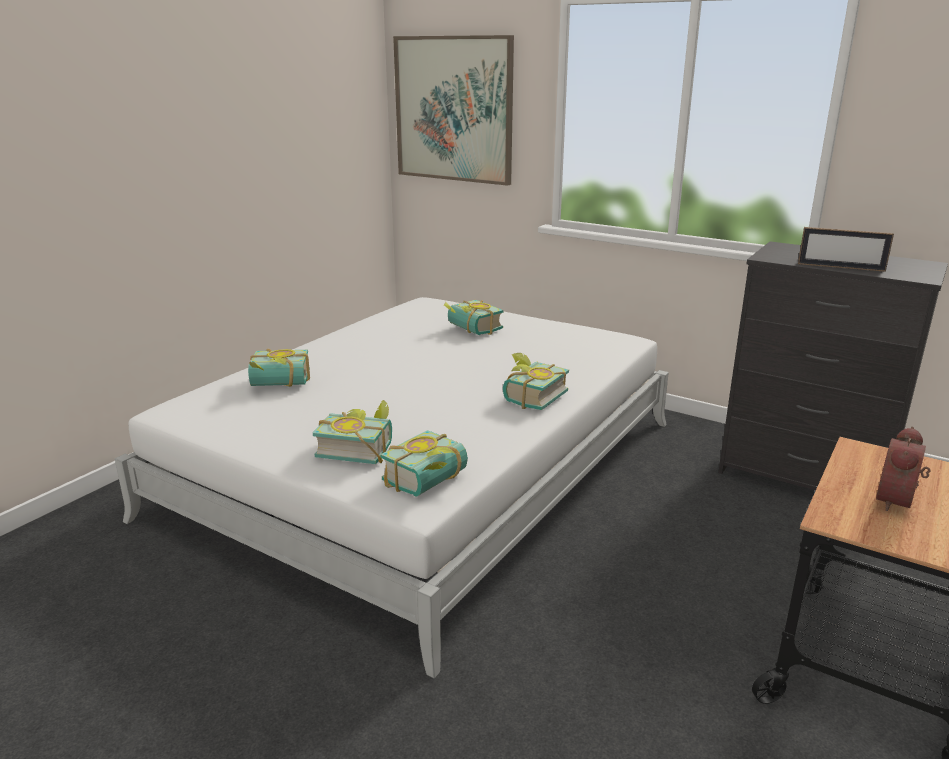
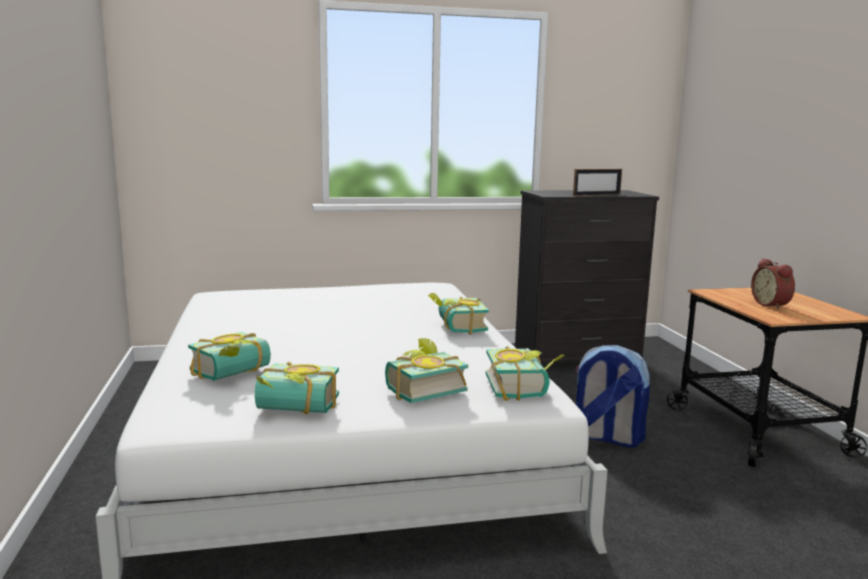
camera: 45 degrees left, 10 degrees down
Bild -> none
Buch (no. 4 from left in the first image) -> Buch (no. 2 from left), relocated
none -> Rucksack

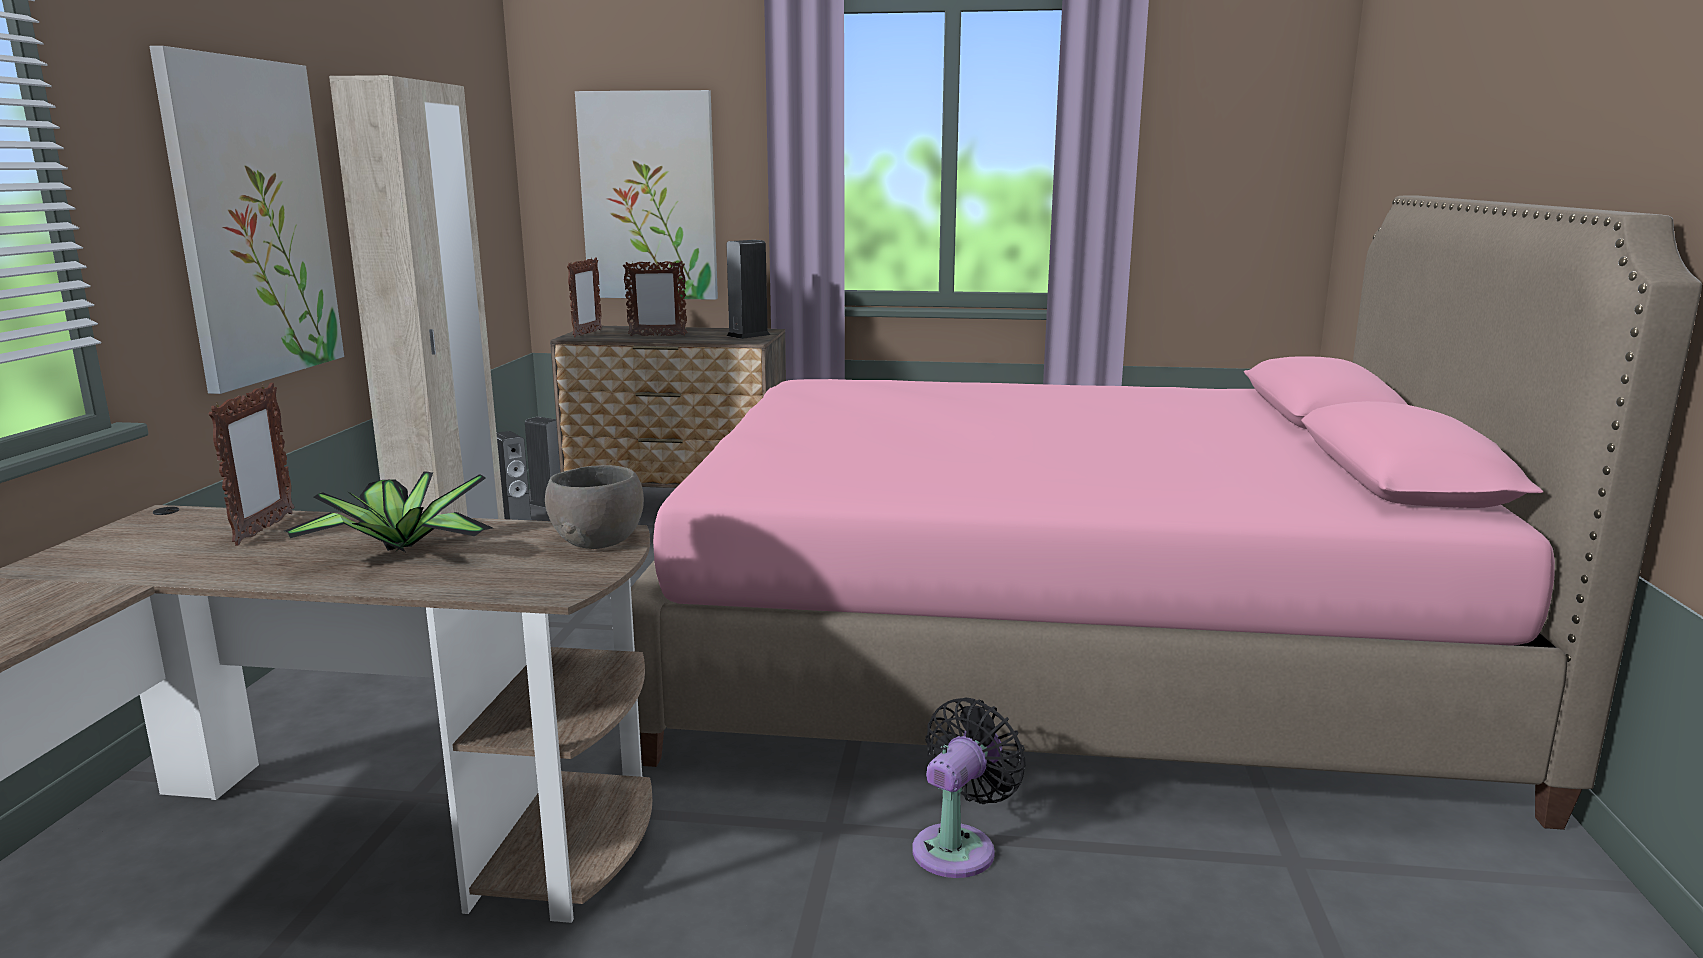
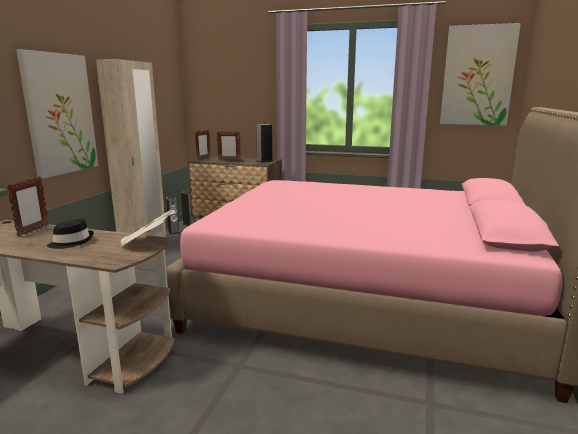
camera: 10 degrees right, 0 degrees up
Topfpflanze -> Hut (schwarz)
Schüssel (grau) -> Zeitung
Bild (no. 2 from left), relocated
Ventilator (schwarz) -> none

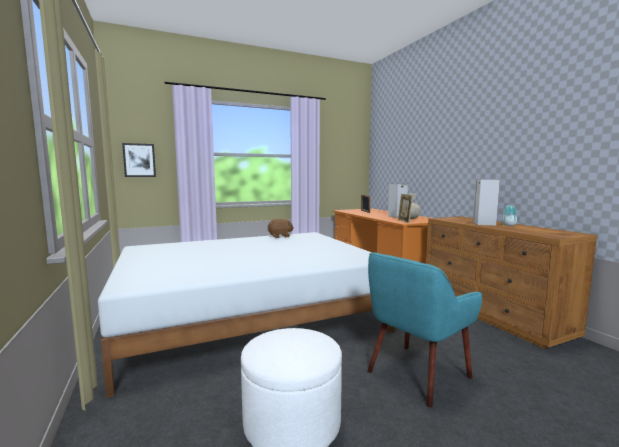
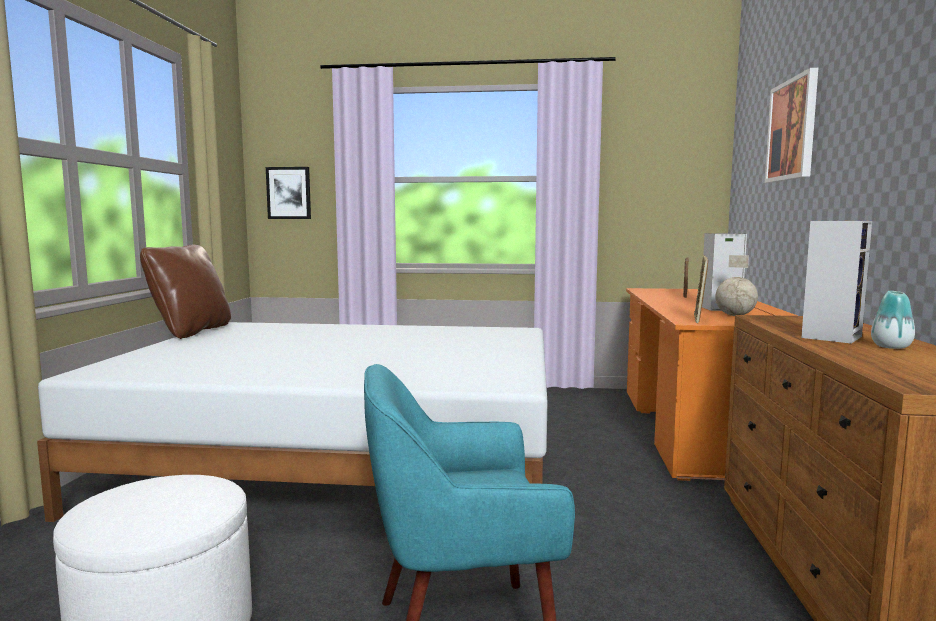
camera: 30 degrees right, 0 degrees up
Plüschtier (braun) -> none
none -> Kissen (braun)
none -> Bild (no. 2 from left)

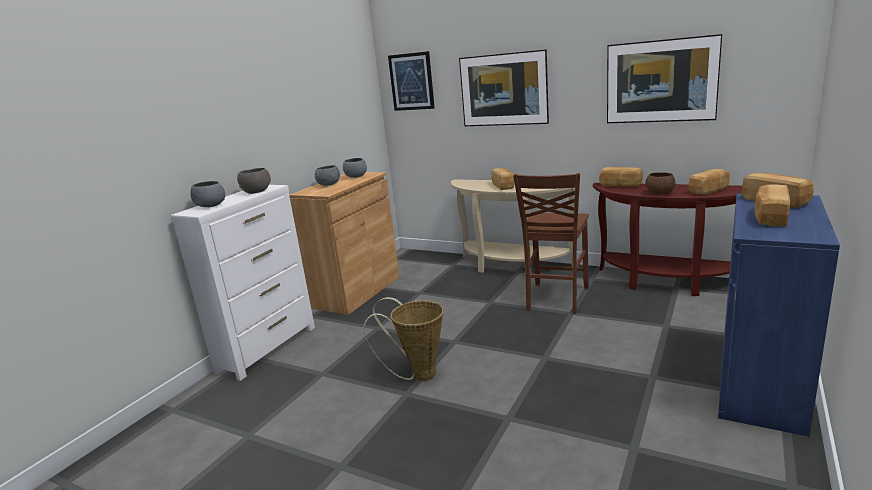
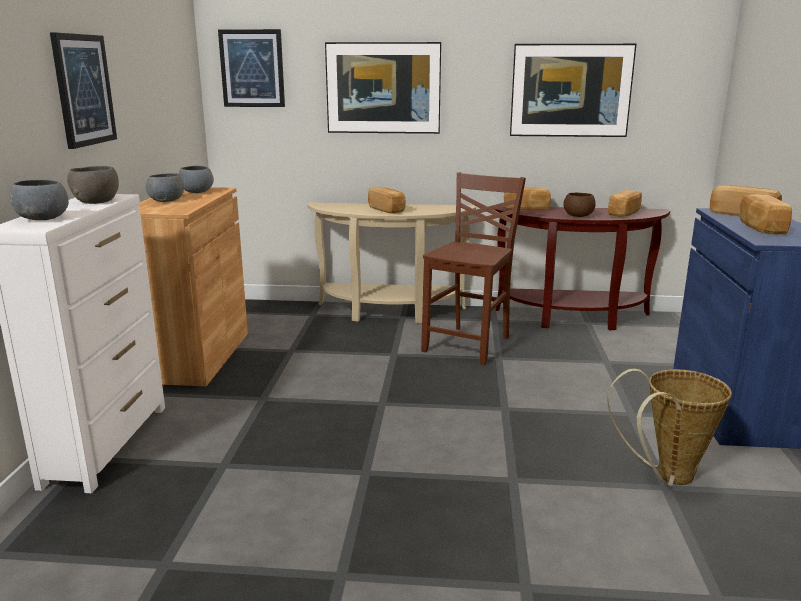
camera: 25 degrees left, 0 degrees up
Korb, relocated
Stuhl (braun), 150 degrees counterclockwise
none -> Bild (no. 1 from left)

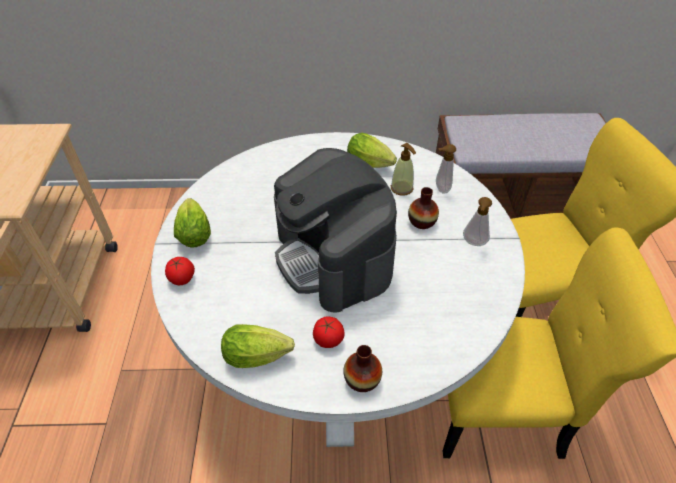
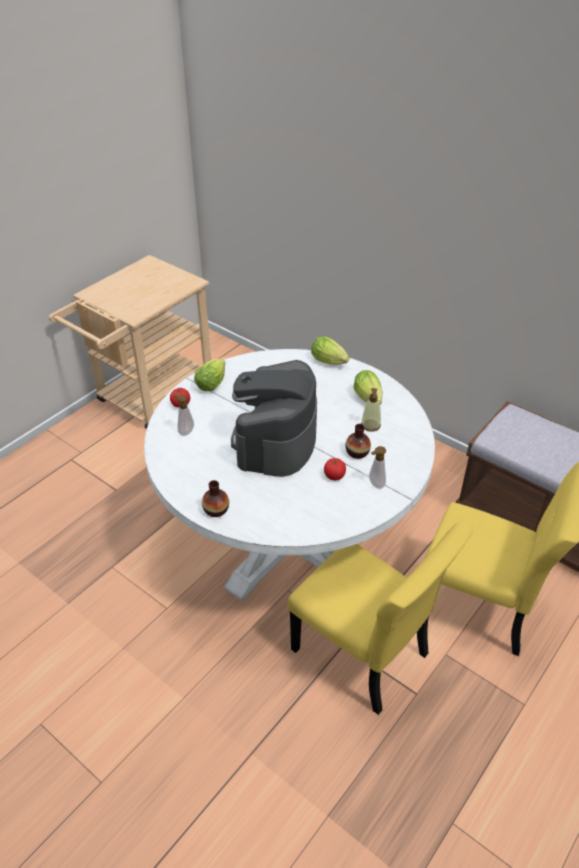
camera: 40 degrees right, 5 degrees down
Salatkopf (no. 2 from left), relocated
Tomate (no. 2 from left), relocated
Seifenspender (no. 2 from left in the first image) -> Seifenspender (no. 1 from left), relocated

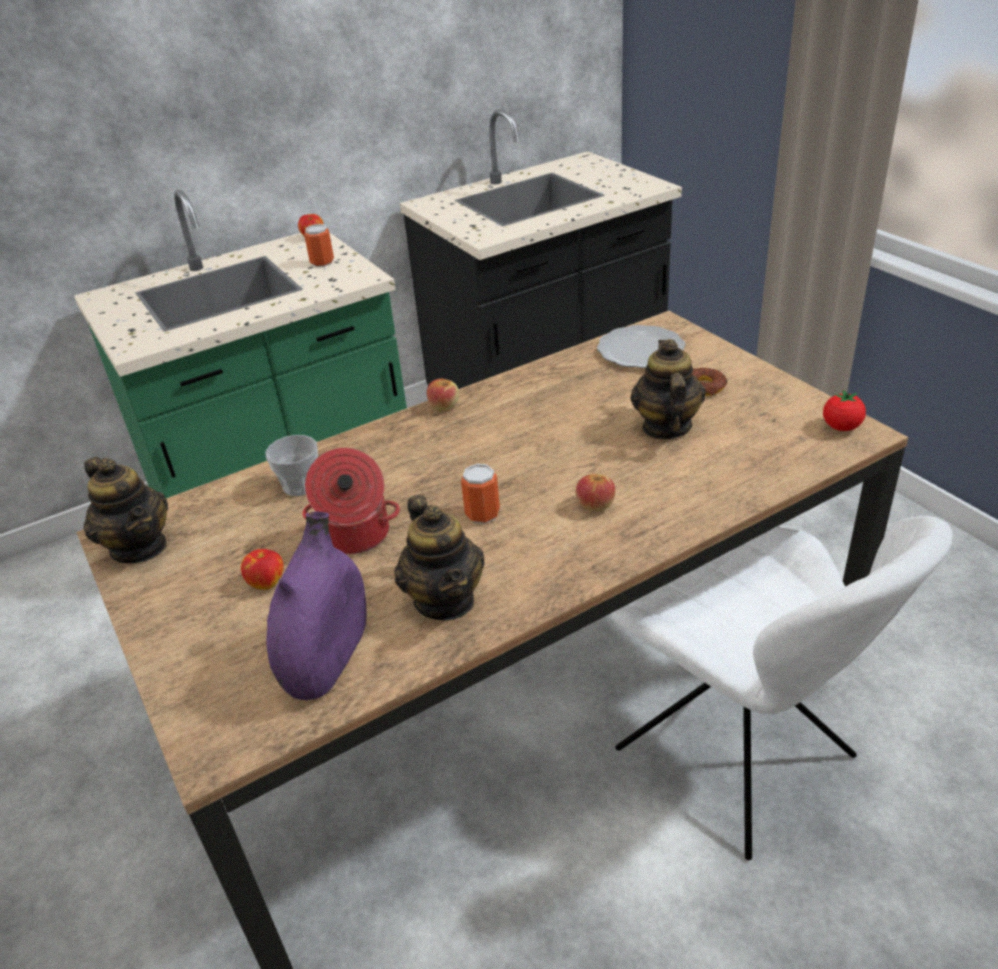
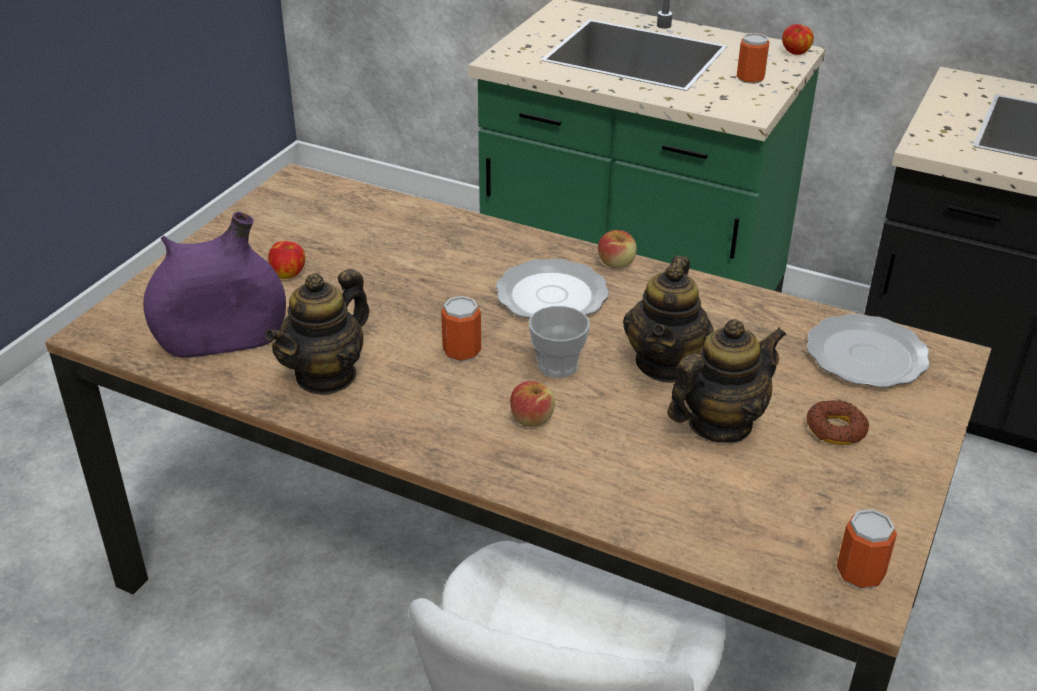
camera: 55 degrees right, 0 degrees up
Teekanne (no. 1 from left in the first image) -> Teekanne (no. 2 from left), relocated
Tasse, relocated
Kochtopf -> none
Tomate -> Dose (no. 3 from left)
none -> Teller (no. 1 from left)

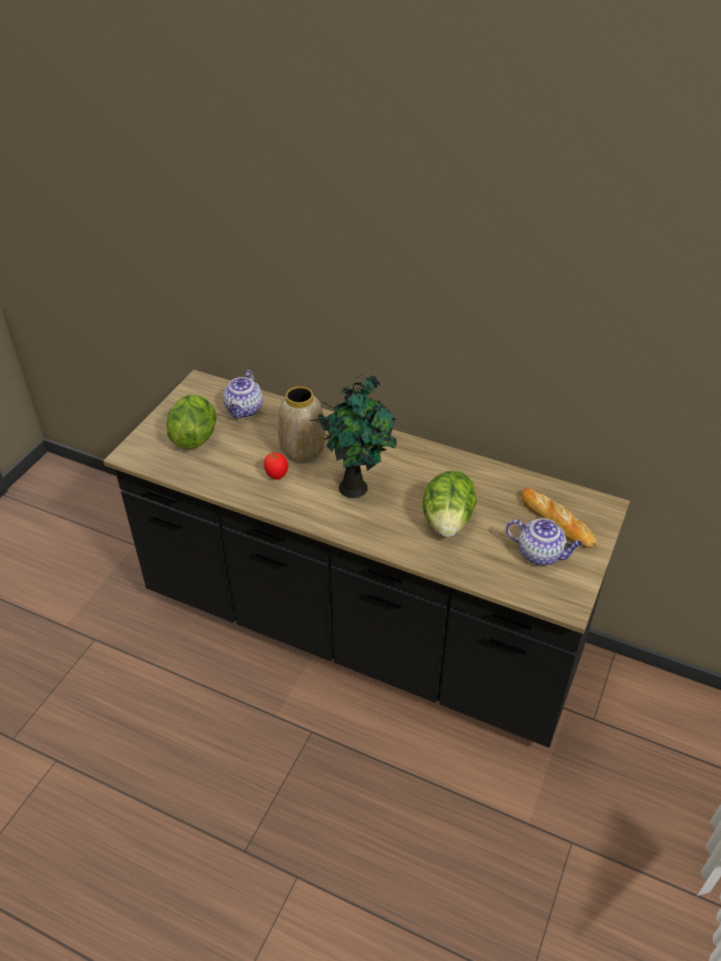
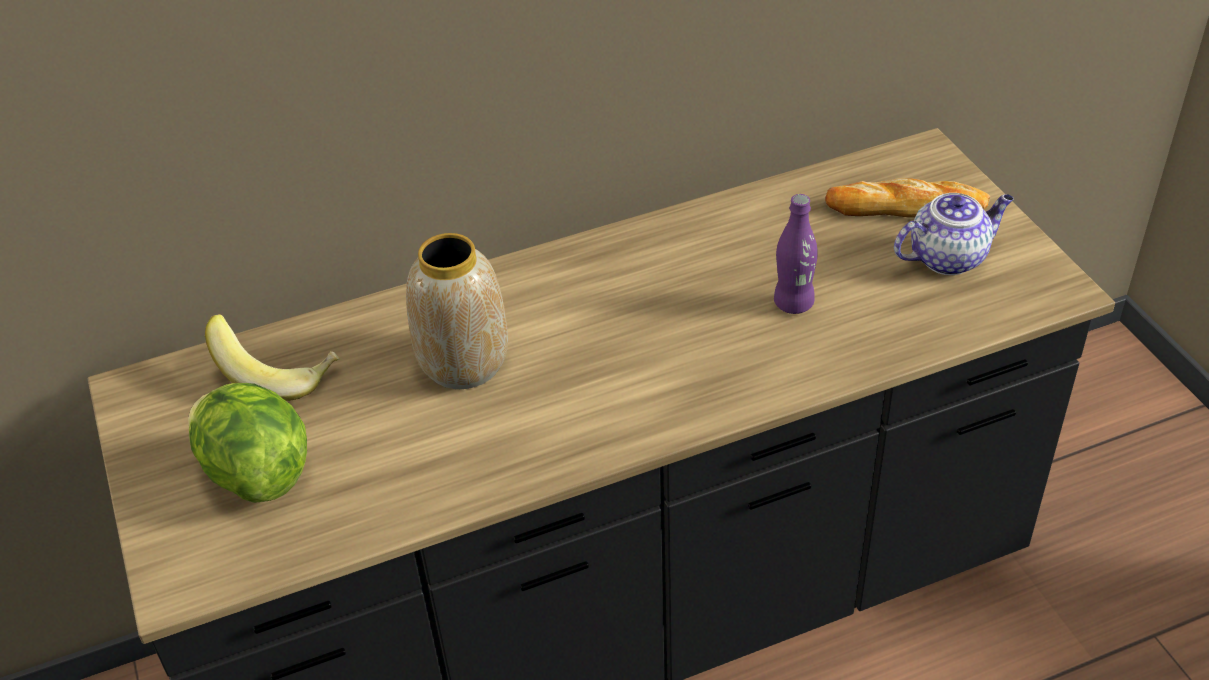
camera: 45 degrees left, 0 degrees up
Teekanne (no. 1 from left) -> Banane
Tomate -> none
Topfpflanze -> none
Salatkopf (no. 2 from left) -> Flasche (lila)

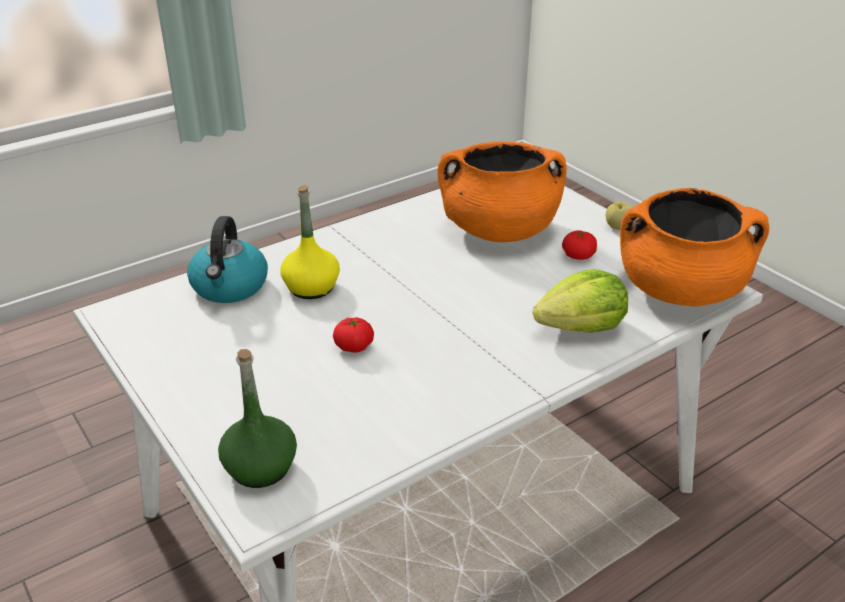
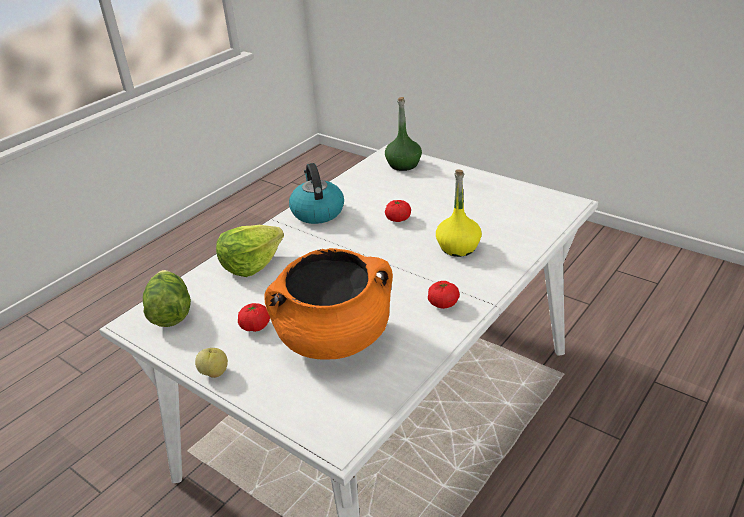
camera: 165 degrees right, 0 degrees up
Wasserkessel, relocated
Kochtopf (orange) (no. 2 from left) -> Salatkopf (no. 1 from left)
none -> Tomate (no. 3 from left)

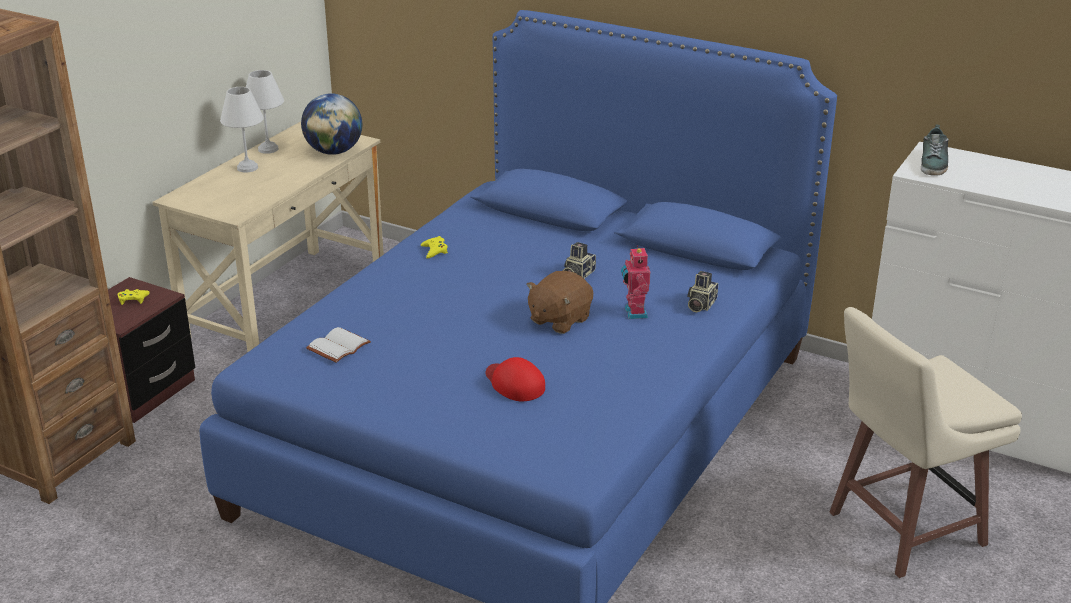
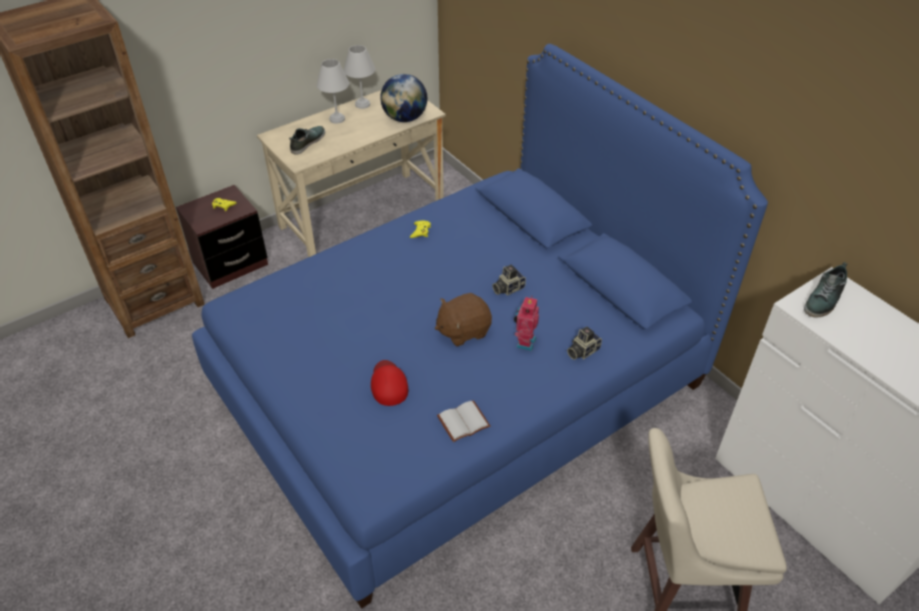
camera: 25 degrees right, 15 degrees up
Buch (weiß), relocated
none -> Schuh (no. 1 from left)

